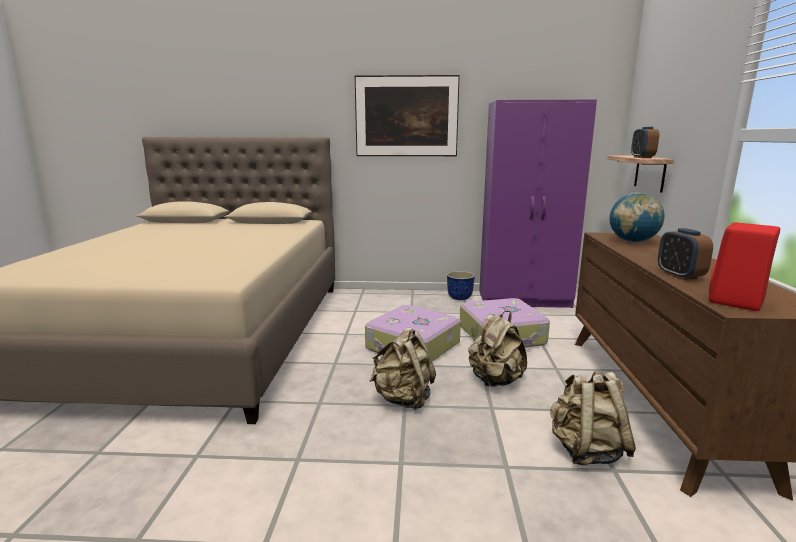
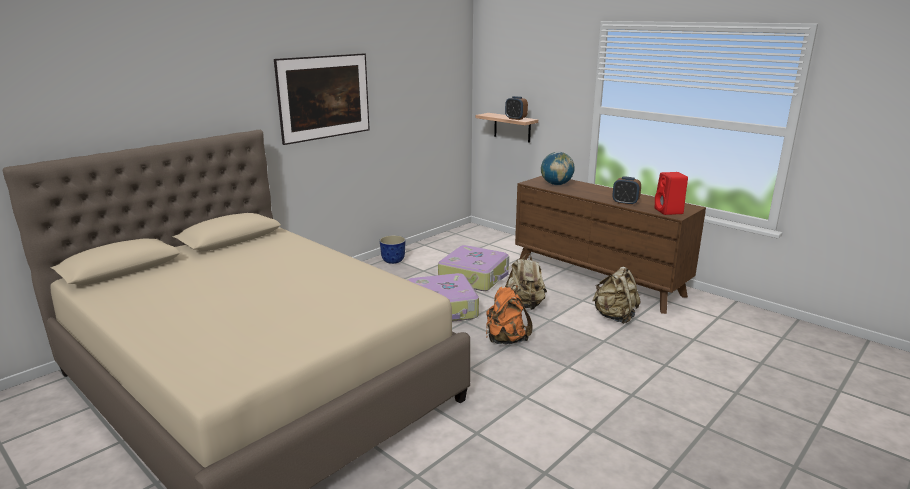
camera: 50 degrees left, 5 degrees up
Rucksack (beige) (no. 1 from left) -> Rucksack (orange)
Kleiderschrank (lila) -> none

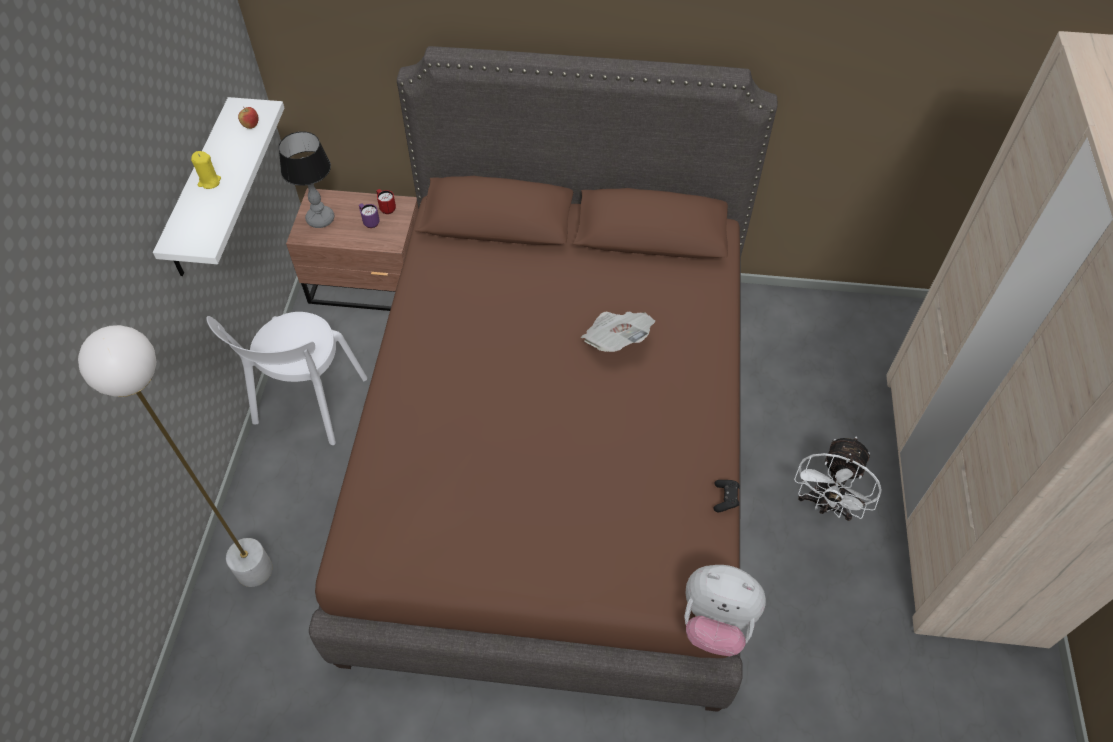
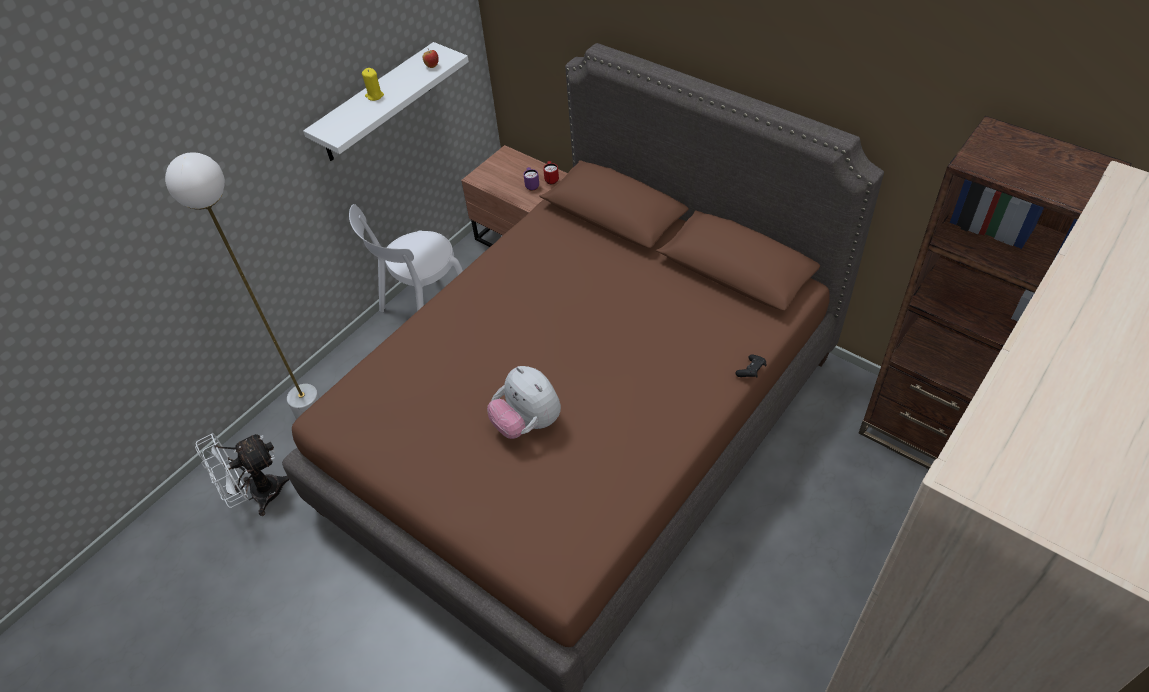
camera: 35 degrees right, 5 degrees down
Tischlampe -> none
Zeitung -> none
Plüschtier, relocated
Gamepad (schwarz), relocated
Ventilator (weiß), relocated
none -> Bücherregal (braun)

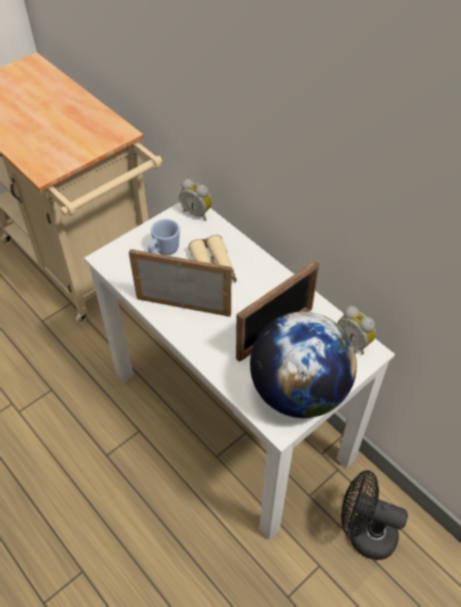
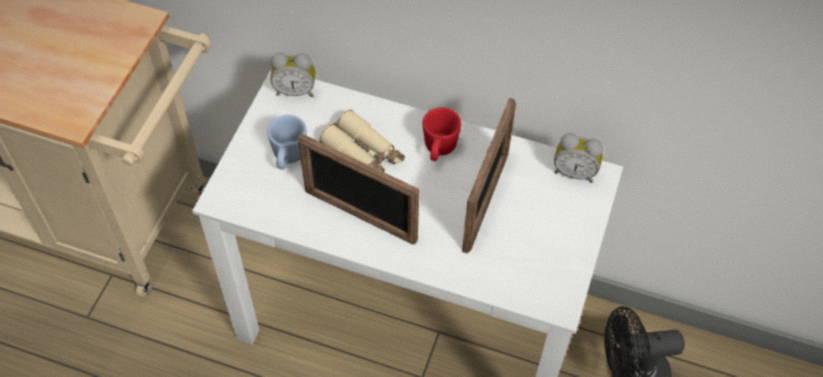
camera: 30 degrees left, 5 degrees up
Bilderrahmen (no. 1 from left), 135 degrees counterclockwise
Globus -> none
none -> Henkelbecher (rot)

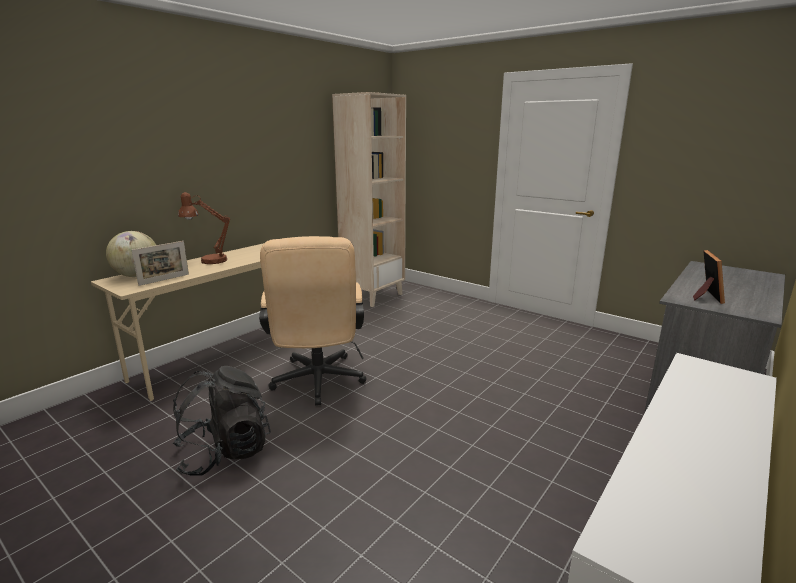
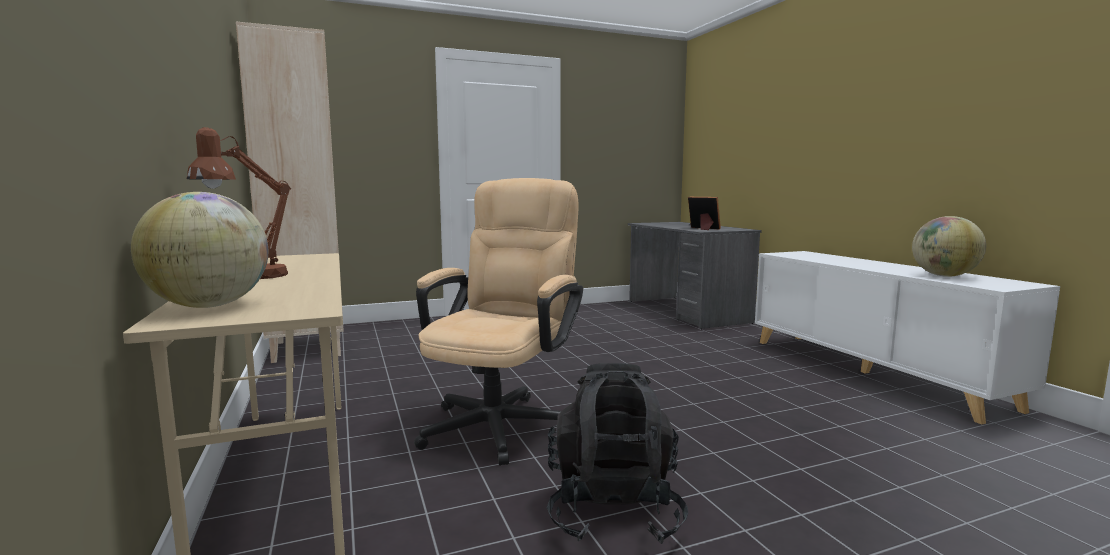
camera: 60 degrees left, 10 degrees down
Bilderrahmen (no. 1 from left) -> none
Bürostuhl (beige), 90 degrees counterclockwise
none -> Globus (no. 2 from left)

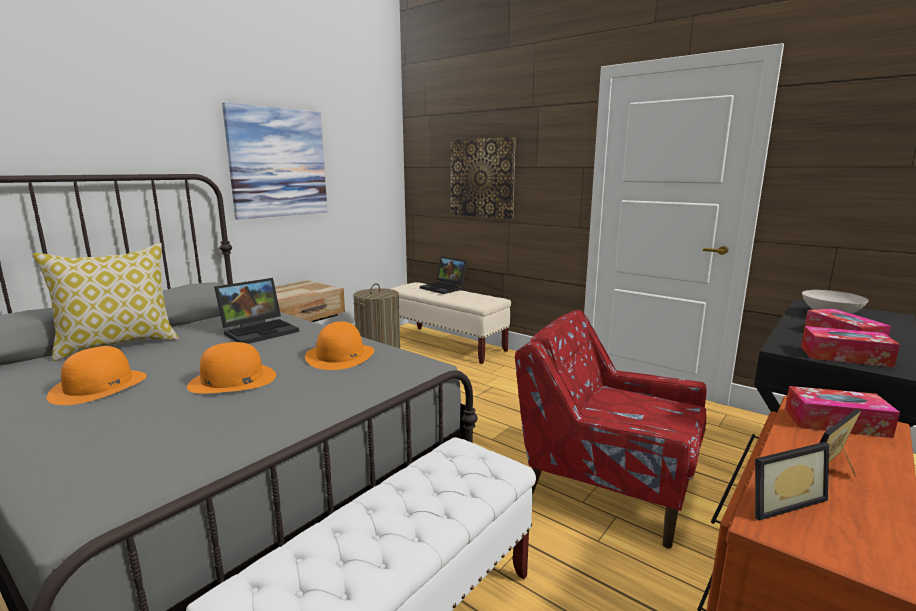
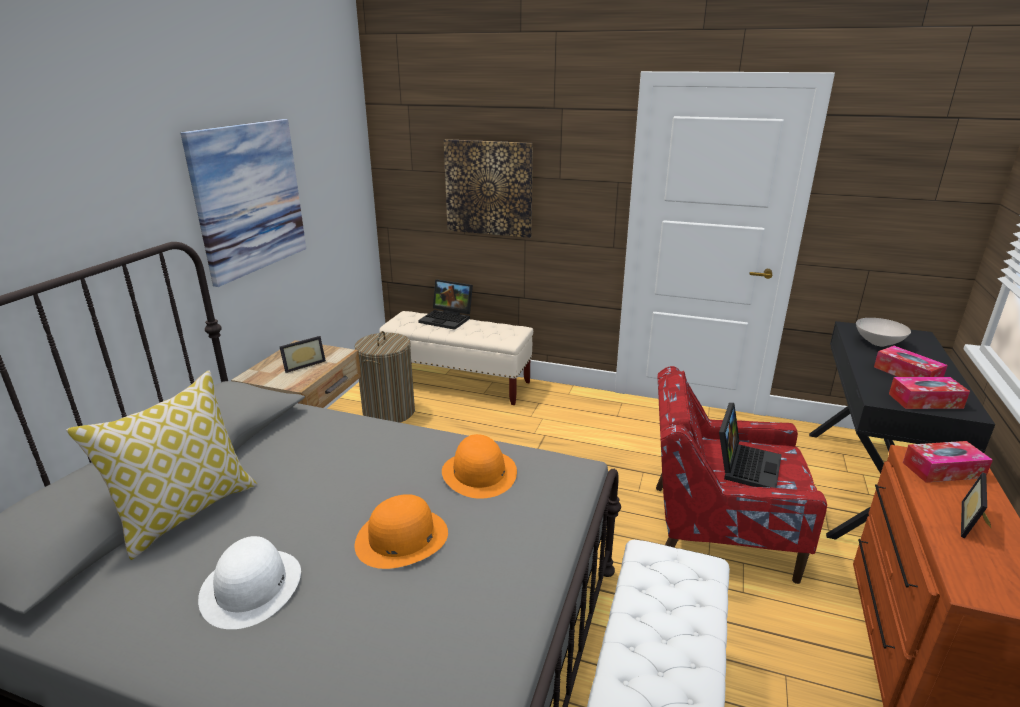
camera: 20 degrees left, 10 degrees up
Hut (orange) (no. 1 from left) -> Hut (weiß)
Laptop (no. 1 from left in the first image) -> Laptop (no. 2 from left), relocated
Bilderrahmen (no. 1 from left), relocated

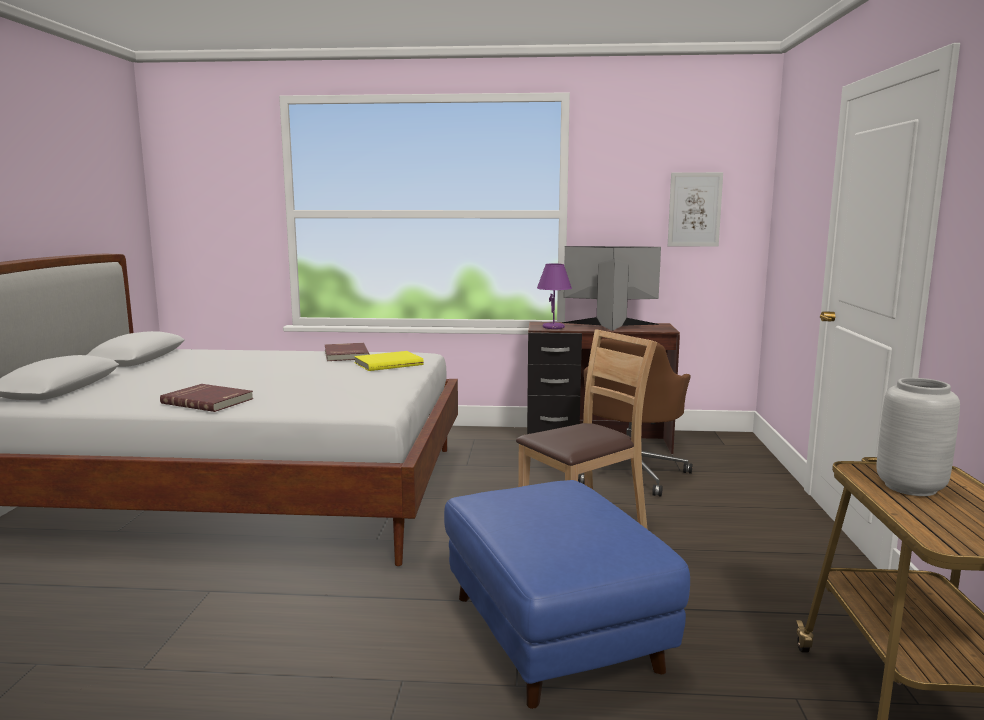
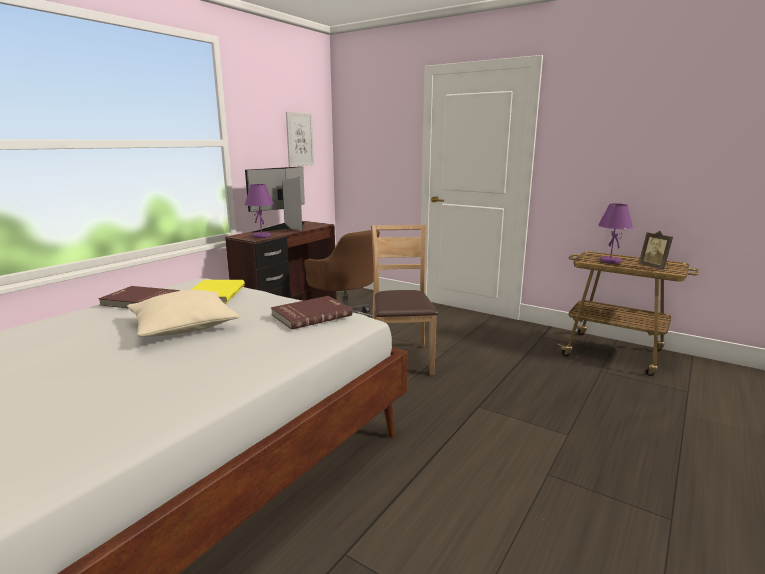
camera: 60 degrees left, 5 degrees up
Buch (rot) (no. 1 from left in the first image) -> Buch (rot) (no. 2 from left), relocated
Polsterhocker (blau) -> none
Vase (grau) -> Tischlampe (lila) (no. 2 from left)
none -> Kissen (beige)
none -> Bilderrahmen

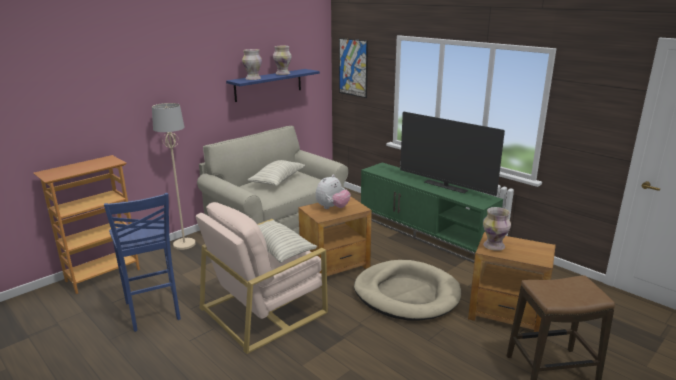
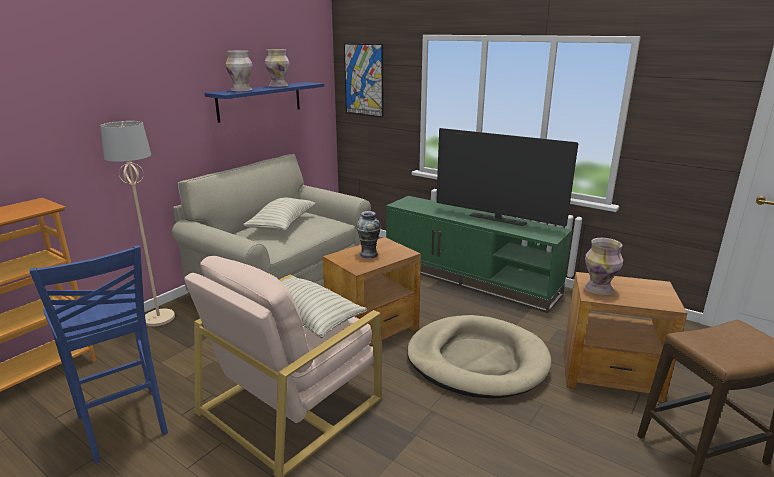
camera: 10 degrees left, 0 degrees up
Plüschtier -> Vase (no. 3 from left)

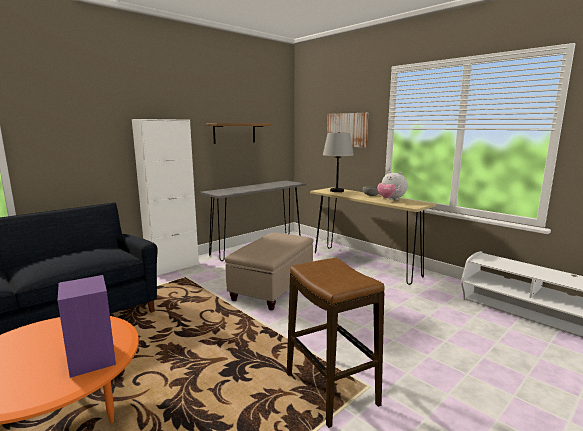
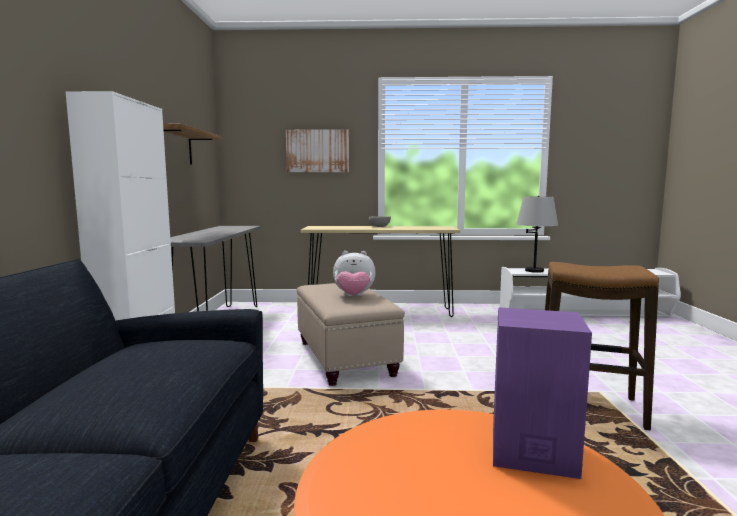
camera: 45 degrees left, 5 degrees down
Tischlampe (grau), relocated
Plüschtier, relocated

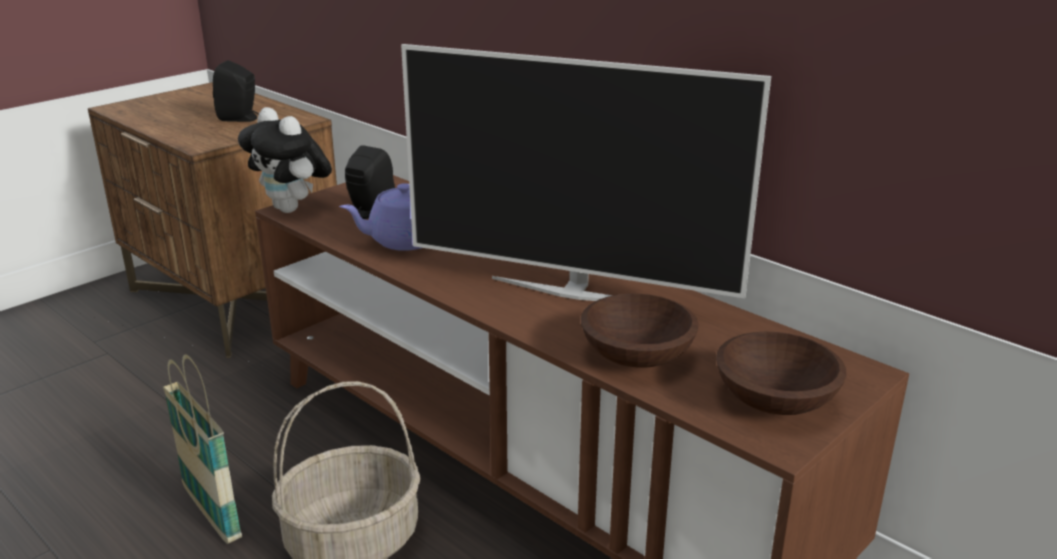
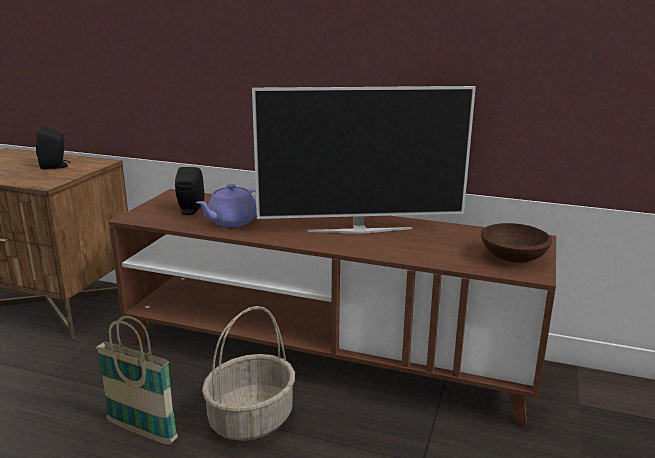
camera: 25 degrees left, 5 degrees down
Plüschtier -> none
Schüssel (braun) (no. 1 from left) -> none

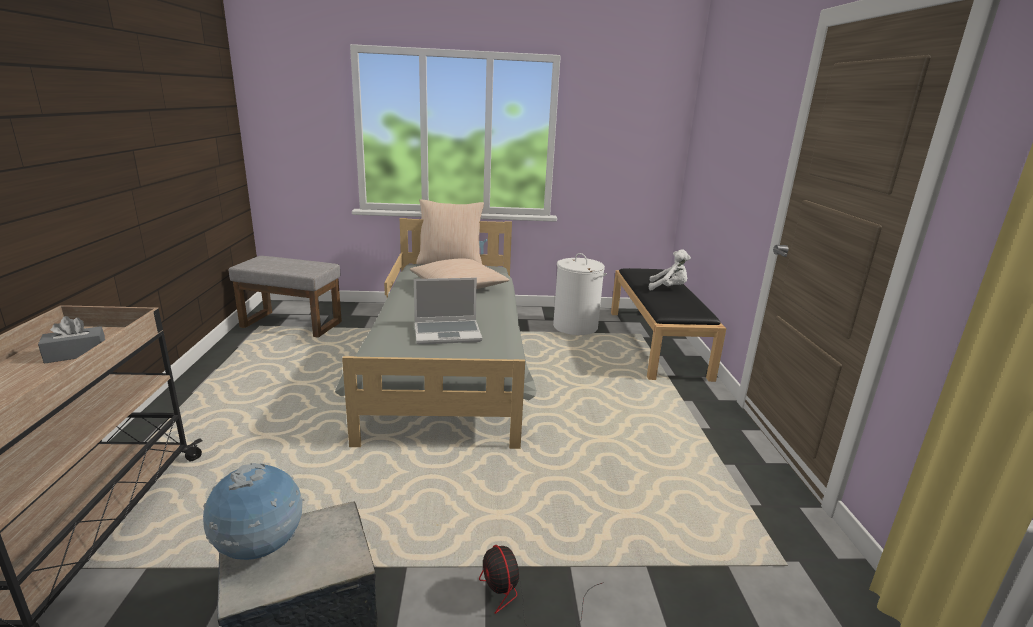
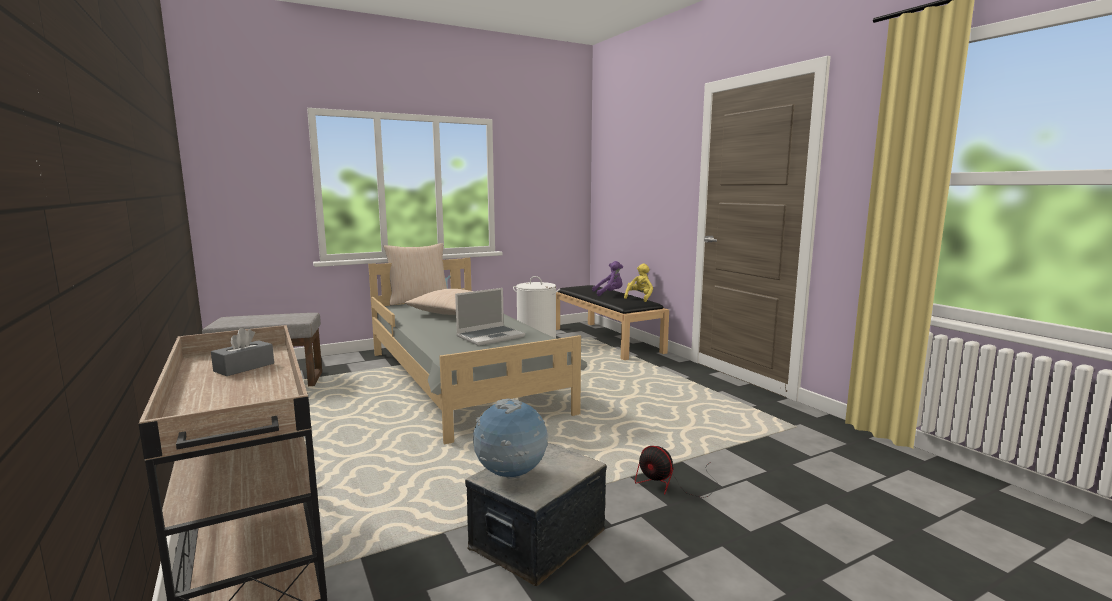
camera: 25 degrees left, 10 degrees down
Plüschtier (weiß) -> Plüschtier (lila)
none -> Plüschtier (gelb)

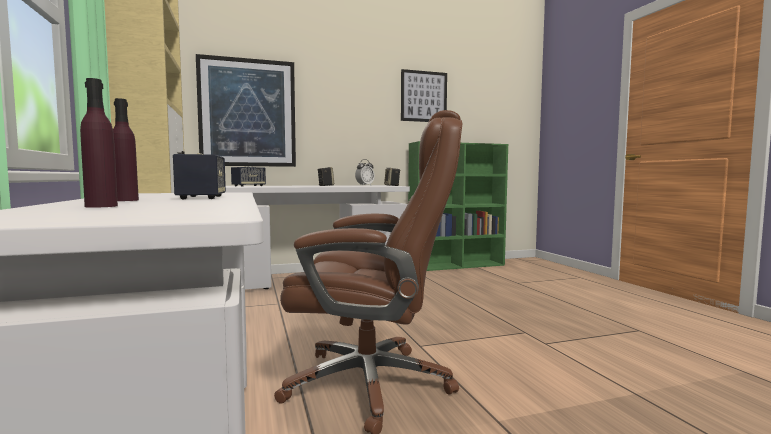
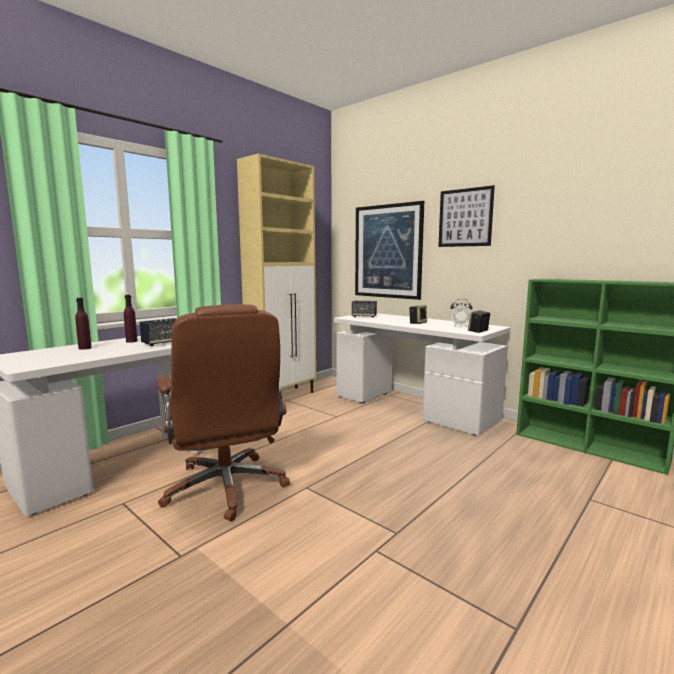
camera: 60 degrees right, 5 degrees up
Bild (no. 2 from left), relocated

